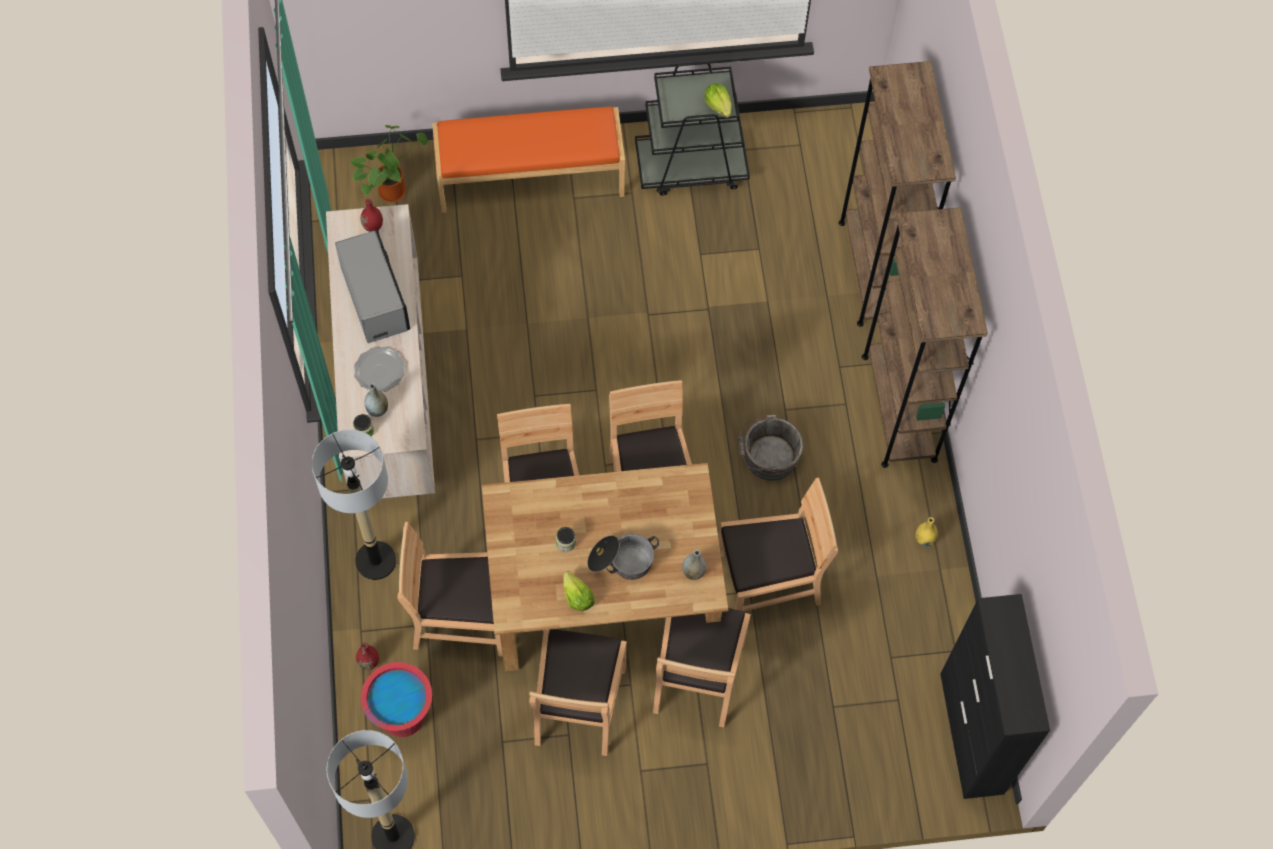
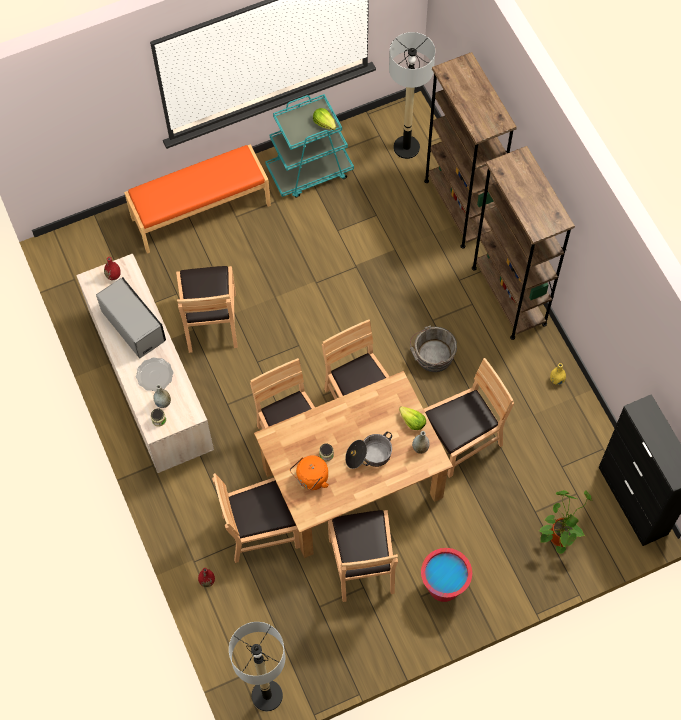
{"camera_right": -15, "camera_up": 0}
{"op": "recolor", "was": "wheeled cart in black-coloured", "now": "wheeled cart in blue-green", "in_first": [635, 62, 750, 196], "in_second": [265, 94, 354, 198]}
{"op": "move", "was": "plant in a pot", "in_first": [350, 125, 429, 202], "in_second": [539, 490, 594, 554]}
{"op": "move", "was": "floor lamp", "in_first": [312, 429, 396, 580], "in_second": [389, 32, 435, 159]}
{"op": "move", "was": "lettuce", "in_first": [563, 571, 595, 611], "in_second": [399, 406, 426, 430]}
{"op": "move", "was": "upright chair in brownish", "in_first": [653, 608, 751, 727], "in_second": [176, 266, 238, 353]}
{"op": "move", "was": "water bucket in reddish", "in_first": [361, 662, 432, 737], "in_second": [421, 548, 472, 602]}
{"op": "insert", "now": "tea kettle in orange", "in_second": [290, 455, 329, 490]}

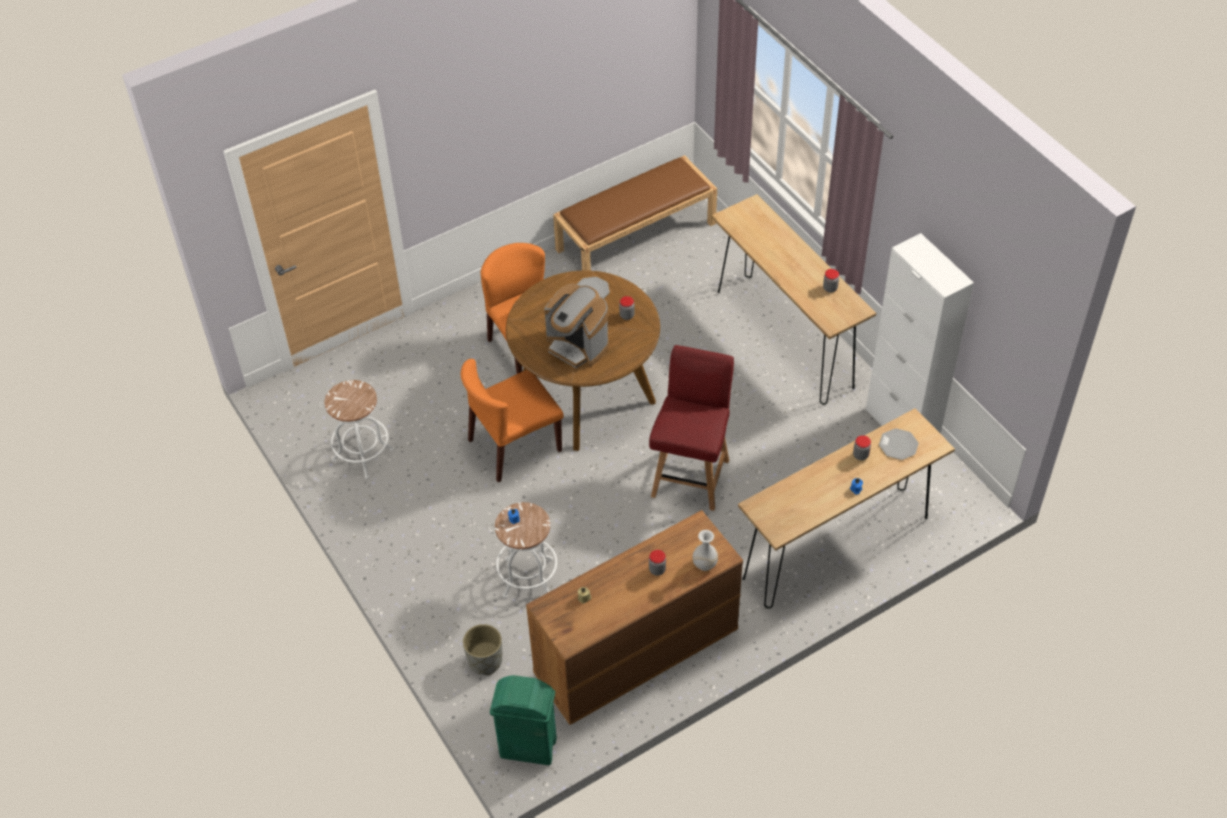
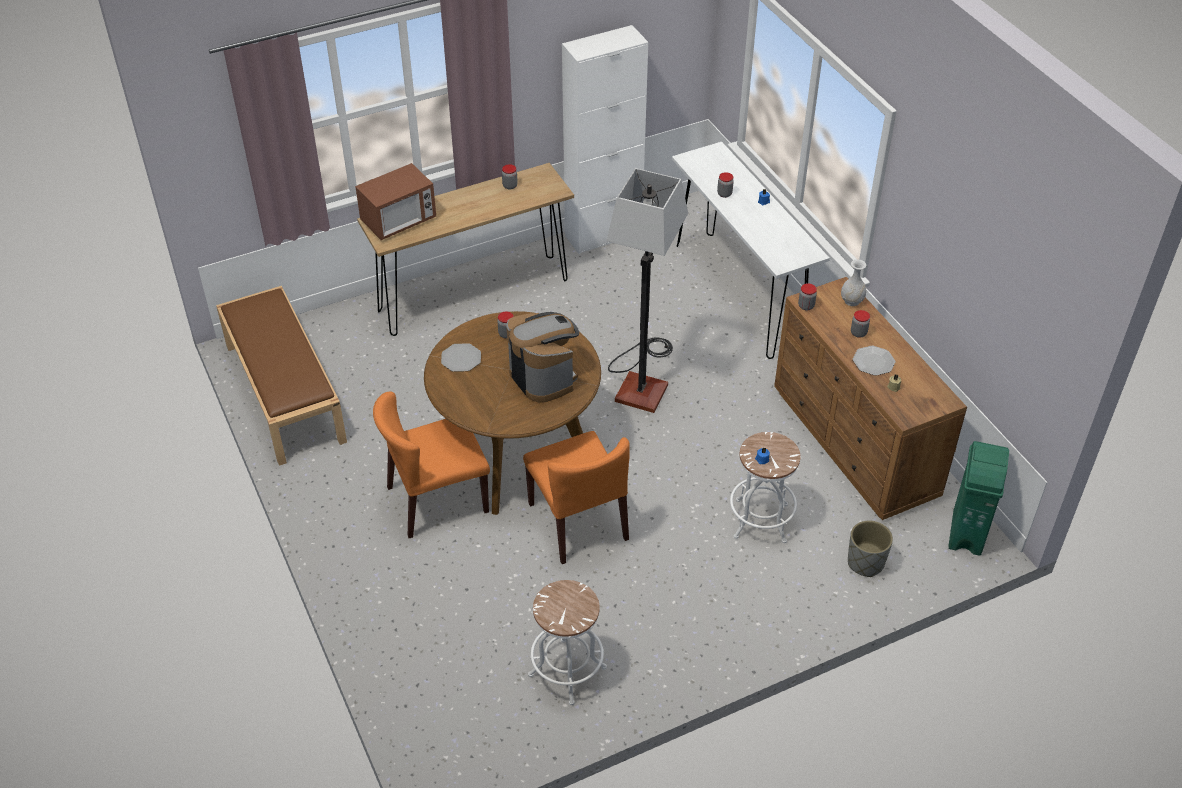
{"camera_right": -85, "camera_up": -5}
{"op": "rotate", "was": "coffee maker", "in_first": [544, 284, 609, 368], "in_second": [507, 312, 579, 403], "clockwise": -75}
{"op": "replace", "was": "upright chair in reddish", "now": "floor lamp", "in_first": [649, 345, 734, 511], "in_second": [606, 168, 688, 413]}
{"op": "recolor", "was": "narrow table in brownish", "now": "narrow table in whitish", "in_first": [738, 408, 955, 609], "in_second": [672, 142, 830, 359]}
{"op": "move", "was": "flat dish", "in_first": [879, 428, 919, 460], "in_second": [853, 346, 895, 376]}
{"op": "insert", "now": "microwave", "in_second": [355, 163, 436, 240]}
{"op": "insert", "now": "preserve jar", "in_second": [798, 283, 817, 310]}

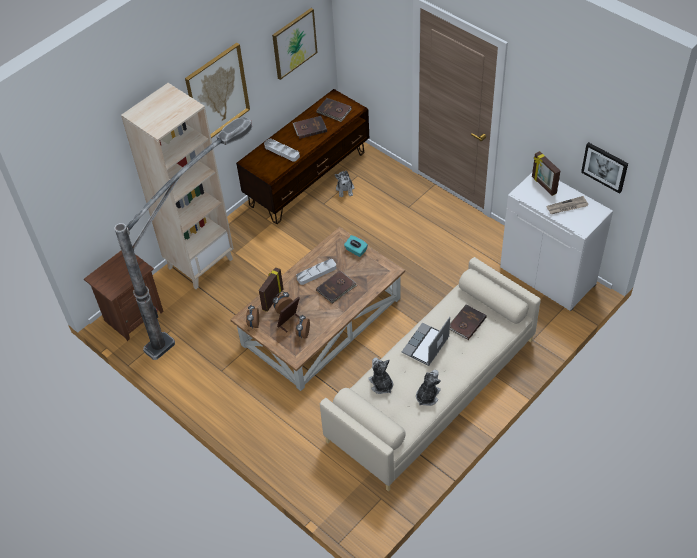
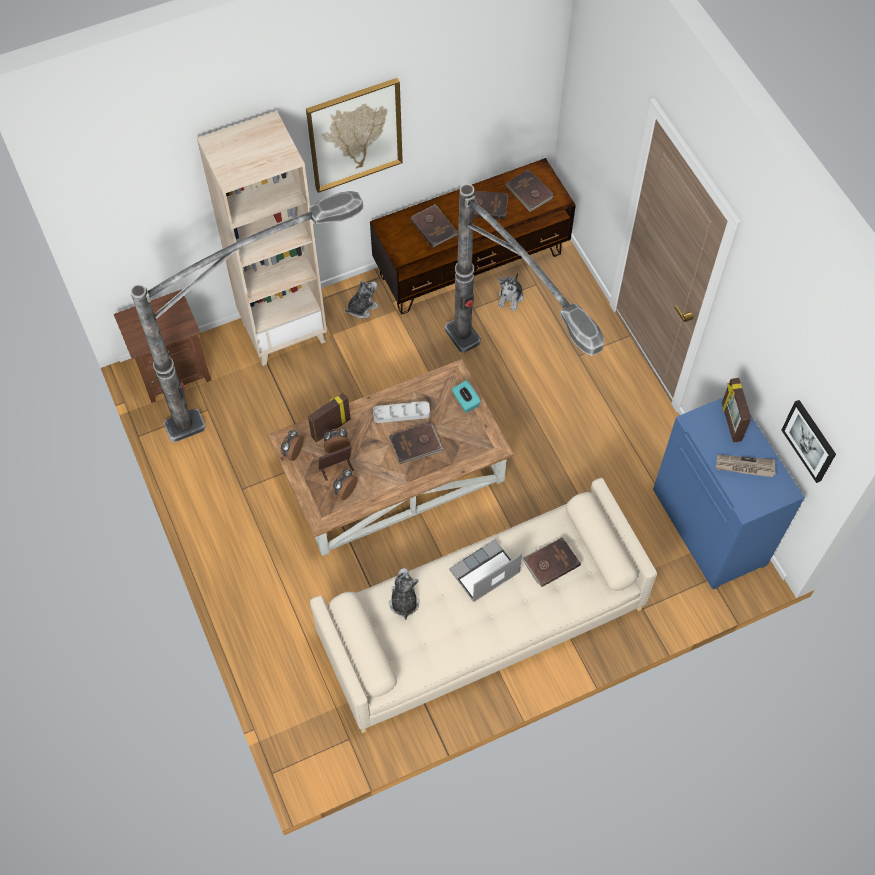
{"camera_right": 20, "camera_up": 10}
{"op": "delete", "was": "picture", "in_first": [272, 8, 317, 80]}
{"op": "replace", "was": "serving tray in gray", "now": "bound book in brownish", "in_first": [264, 139, 300, 162], "in_second": [410, 204, 458, 248]}
{"op": "recolor", "was": "cabinet in whitish", "now": "cabinet in bluish", "in_first": [500, 173, 613, 311], "in_second": [653, 397, 805, 589]}
{"op": "move", "was": "soft toy", "in_first": [416, 370, 441, 406], "in_second": [344, 280, 379, 319]}
{"op": "insert", "now": "floor lamp", "in_second": [445, 184, 604, 356]}

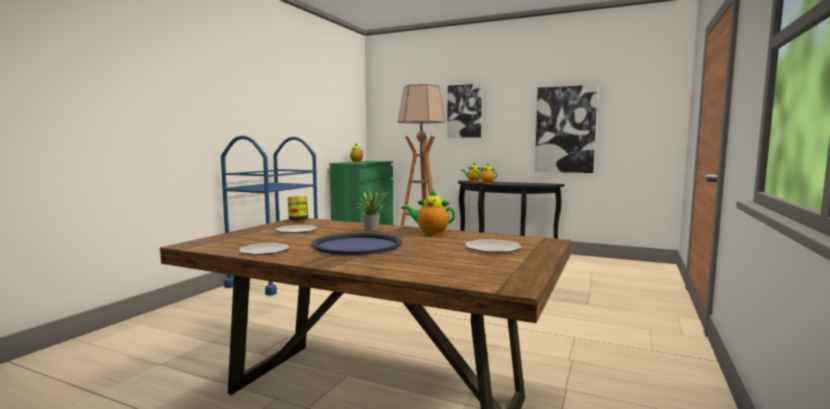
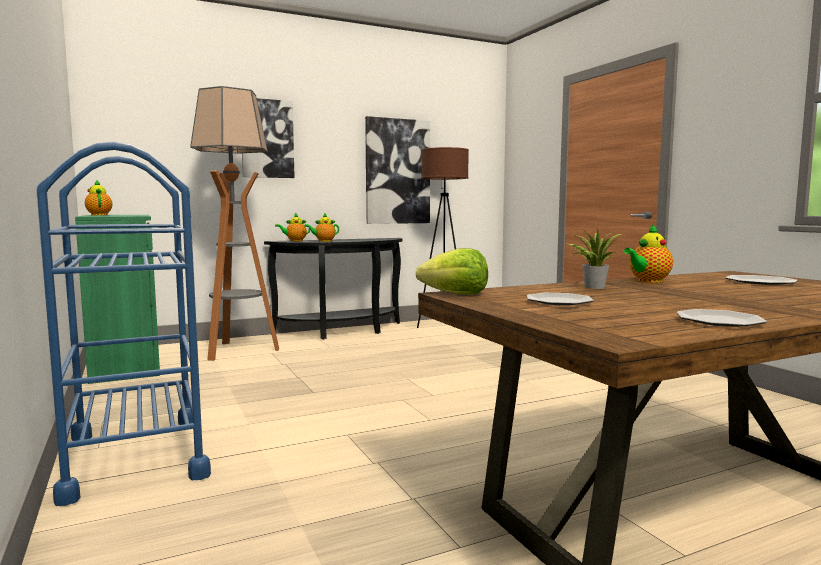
{"camera_right": -50, "camera_up": 0}
{"op": "replace", "was": "preserve jar", "now": "lettuce", "in_first": [287, 196, 308, 220], "in_second": [416, 248, 488, 295]}
{"op": "delete", "was": "serving tray in bluish", "in_first": [312, 233, 402, 255]}
{"op": "insert", "now": "floor lamp in brownish", "in_second": [417, 147, 469, 328]}

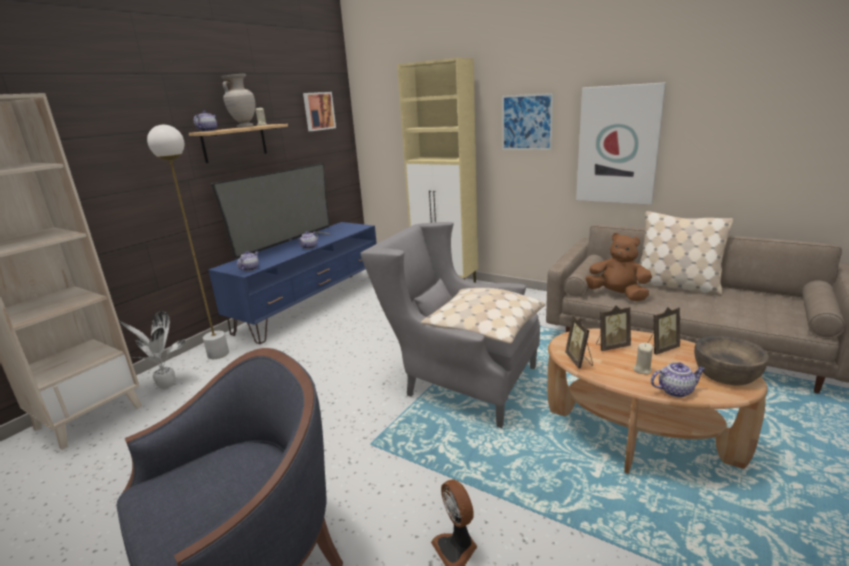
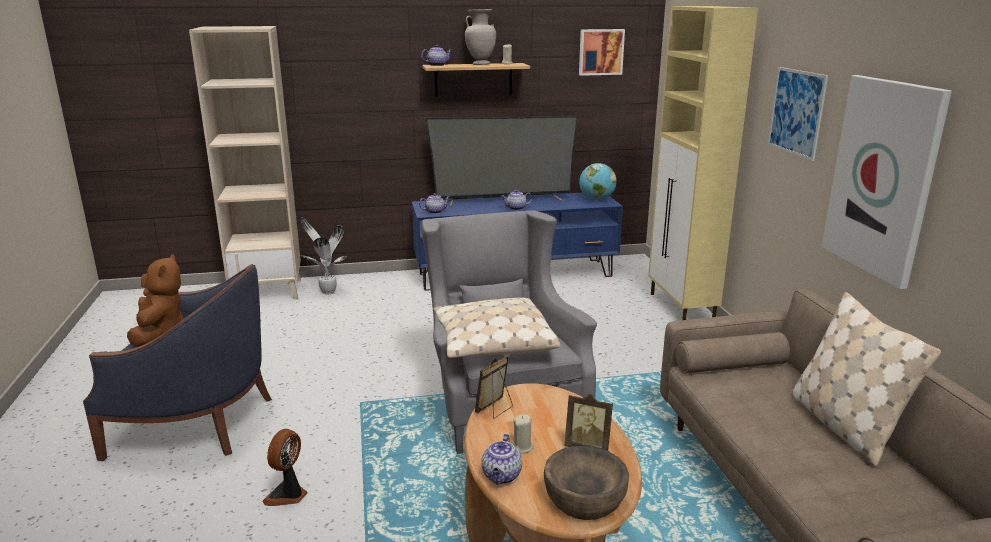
{"camera_right": 45, "camera_up": 0}
{"op": "delete", "was": "floor lamp in whitish", "in_first": [147, 125, 229, 359]}
{"op": "move", "was": "soft toy in brownish", "in_first": [585, 233, 652, 301], "in_second": [127, 254, 184, 347]}
{"op": "delete", "was": "picture frame", "in_first": [596, 306, 631, 351]}
{"op": "rotate", "was": "pot for tea", "in_first": [651, 362, 706, 397], "in_second": [481, 434, 522, 484], "clockwise": 60}
{"op": "insert", "now": "desk globe", "in_second": [579, 163, 617, 201]}

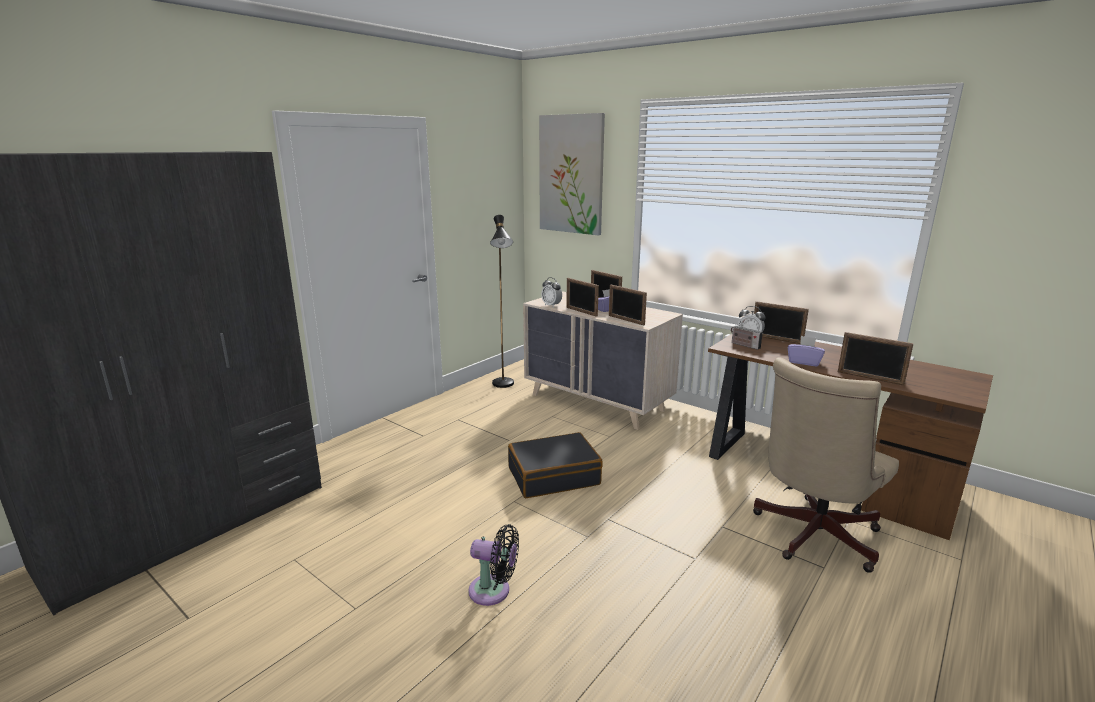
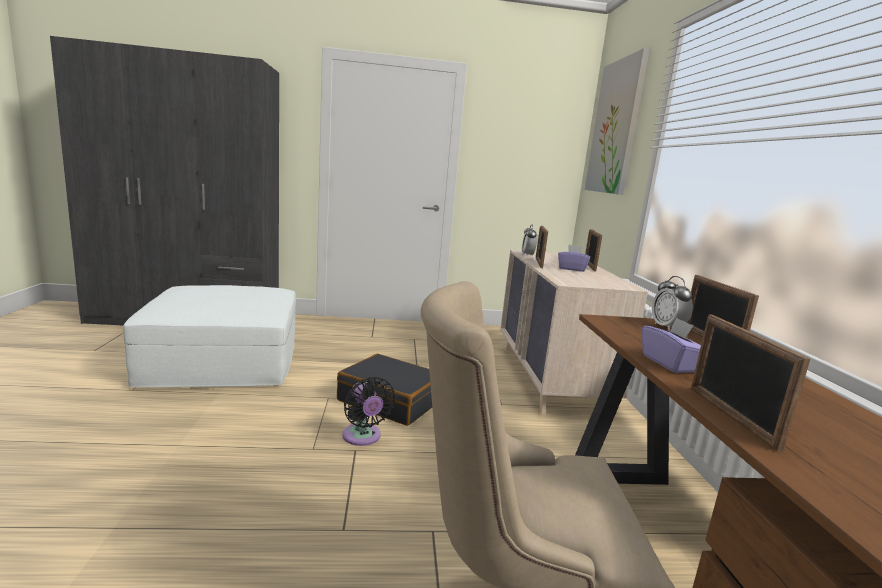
{"camera_right": 45, "camera_up": -5}
{"op": "delete", "was": "floor lamp in black-coloured", "in_first": [490, 215, 514, 388]}
{"op": "delete", "was": "picture frame", "in_first": [609, 285, 647, 325]}
{"op": "delete", "was": "radio receiver", "in_first": [731, 319, 763, 350]}
{"op": "move", "was": "fan in black-coloured", "in_first": [468, 524, 519, 606], "in_second": [343, 377, 395, 446]}
{"op": "insert", "now": "ottoman in whitish", "in_second": [123, 285, 296, 387]}

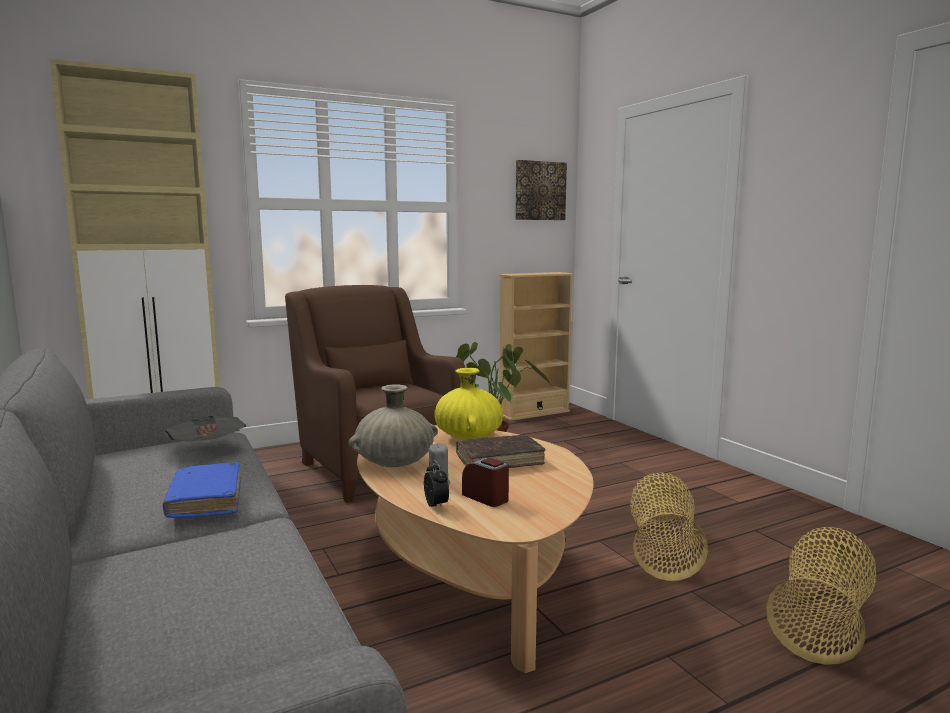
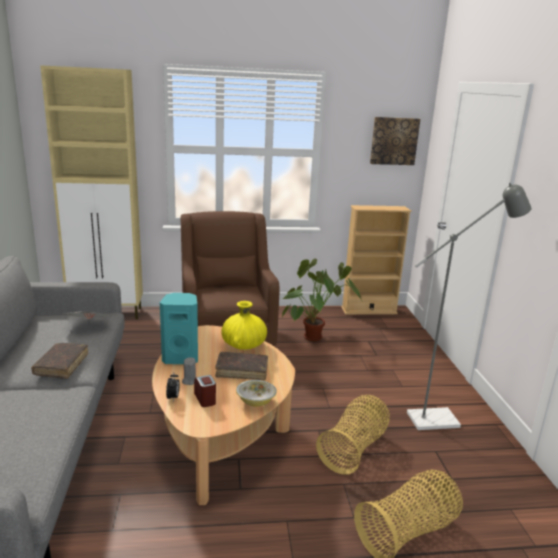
{"camera_right": 20, "camera_up": 10}
{"op": "replace", "was": "vase in sand-coloured", "now": "loudspeaker in blue-green", "in_first": [349, 385, 438, 467], "in_second": [160, 293, 198, 364]}
{"op": "recolor", "was": "bound book in bluish", "now": "bound book in brownish", "in_first": [163, 462, 241, 518], "in_second": [31, 343, 88, 379]}
{"op": "insert", "now": "floor lamp in gray", "in_second": [407, 183, 532, 430]}
{"op": "insert", "now": "bowl", "in_second": [236, 380, 277, 407]}

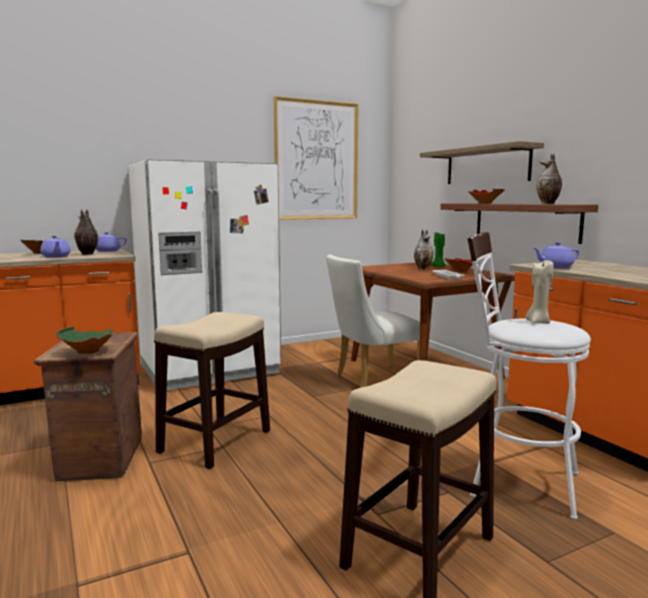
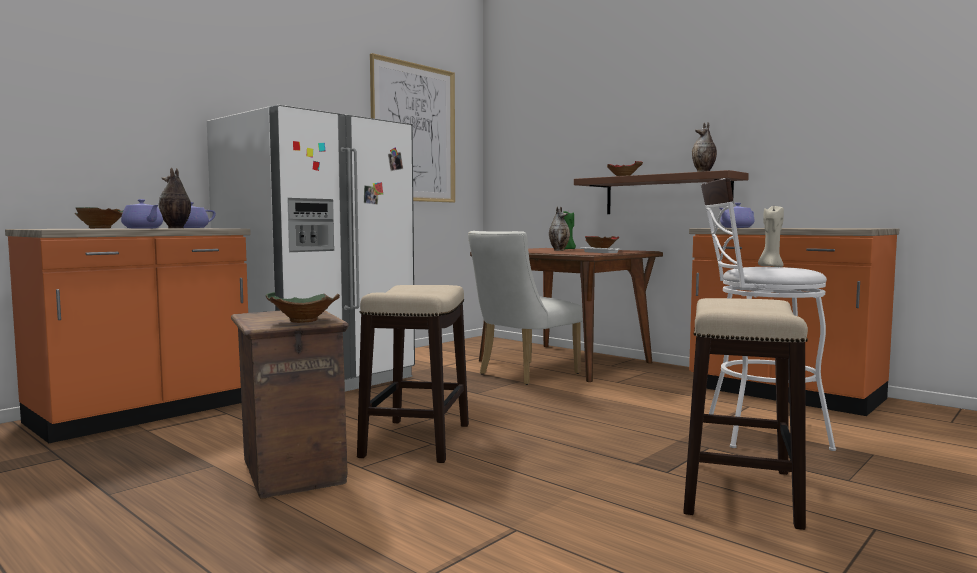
{"camera_right": -20, "camera_up": -5}
{"op": "delete", "was": "bracket shelf", "in_first": [420, 141, 544, 184]}

